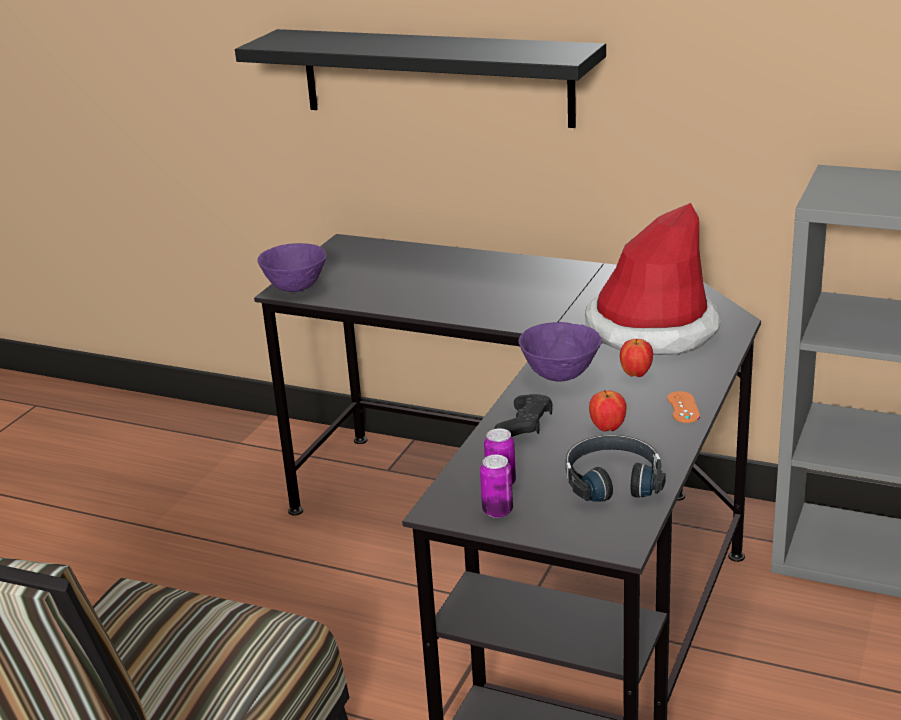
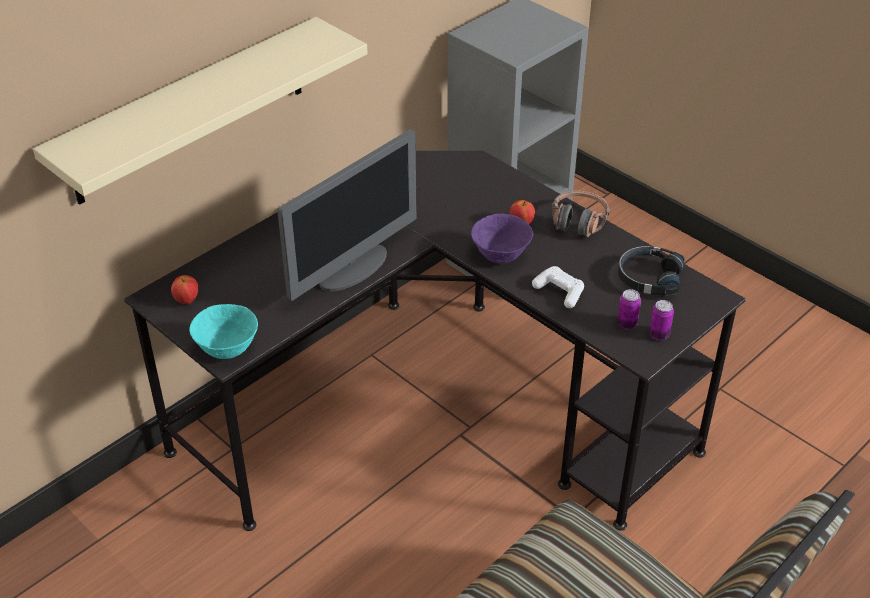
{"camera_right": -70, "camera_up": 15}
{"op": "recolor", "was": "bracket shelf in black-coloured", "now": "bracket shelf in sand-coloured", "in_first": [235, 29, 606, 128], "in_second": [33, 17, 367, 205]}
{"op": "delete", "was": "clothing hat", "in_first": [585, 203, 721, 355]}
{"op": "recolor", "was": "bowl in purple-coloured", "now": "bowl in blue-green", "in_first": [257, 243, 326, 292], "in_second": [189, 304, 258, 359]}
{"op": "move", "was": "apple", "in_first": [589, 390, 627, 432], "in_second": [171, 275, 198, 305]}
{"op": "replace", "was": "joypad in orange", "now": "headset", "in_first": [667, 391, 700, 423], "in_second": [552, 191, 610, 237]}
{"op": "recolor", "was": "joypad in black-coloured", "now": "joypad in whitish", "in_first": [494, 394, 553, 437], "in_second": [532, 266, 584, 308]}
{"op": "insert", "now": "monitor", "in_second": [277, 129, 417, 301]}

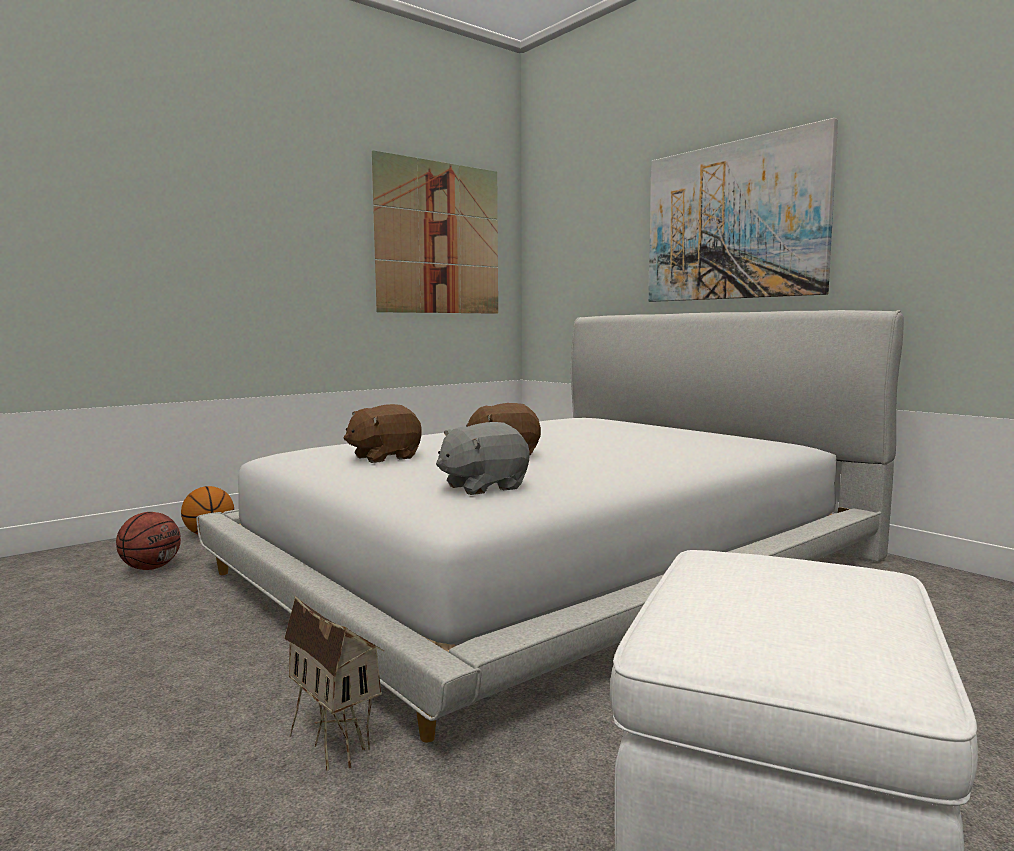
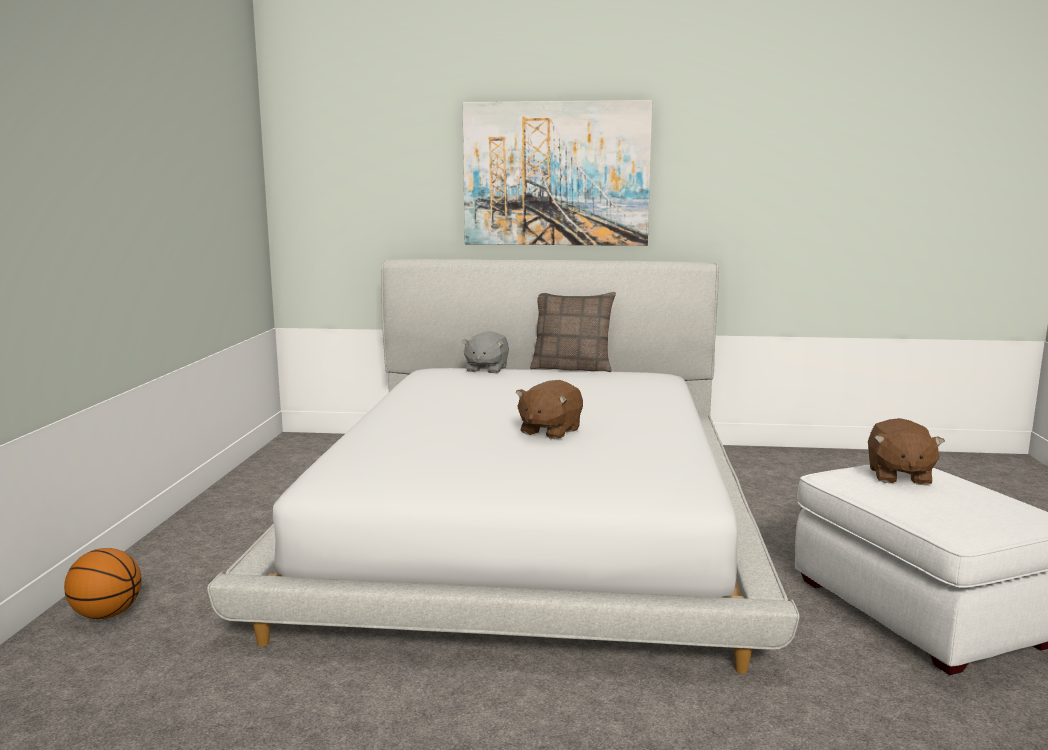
{"camera_right": -45, "camera_up": 5}
{"op": "delete", "was": "picture", "in_first": [372, 150, 498, 314]}
{"op": "move", "was": "soft toy in brownish", "in_first": [344, 404, 422, 463], "in_second": [868, 418, 945, 485]}
{"op": "move", "was": "soft toy in gray", "in_first": [436, 422, 530, 495], "in_second": [461, 331, 509, 373]}
{"op": "delete", "was": "basketball", "in_first": [116, 512, 181, 570]}
{"op": "delete", "was": "model house", "in_first": [284, 596, 384, 771]}
{"op": "insert", "now": "cushion", "in_second": [530, 292, 616, 372]}

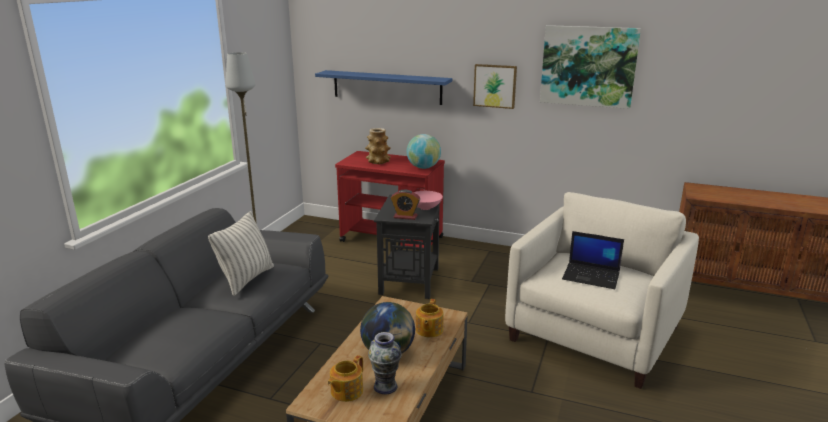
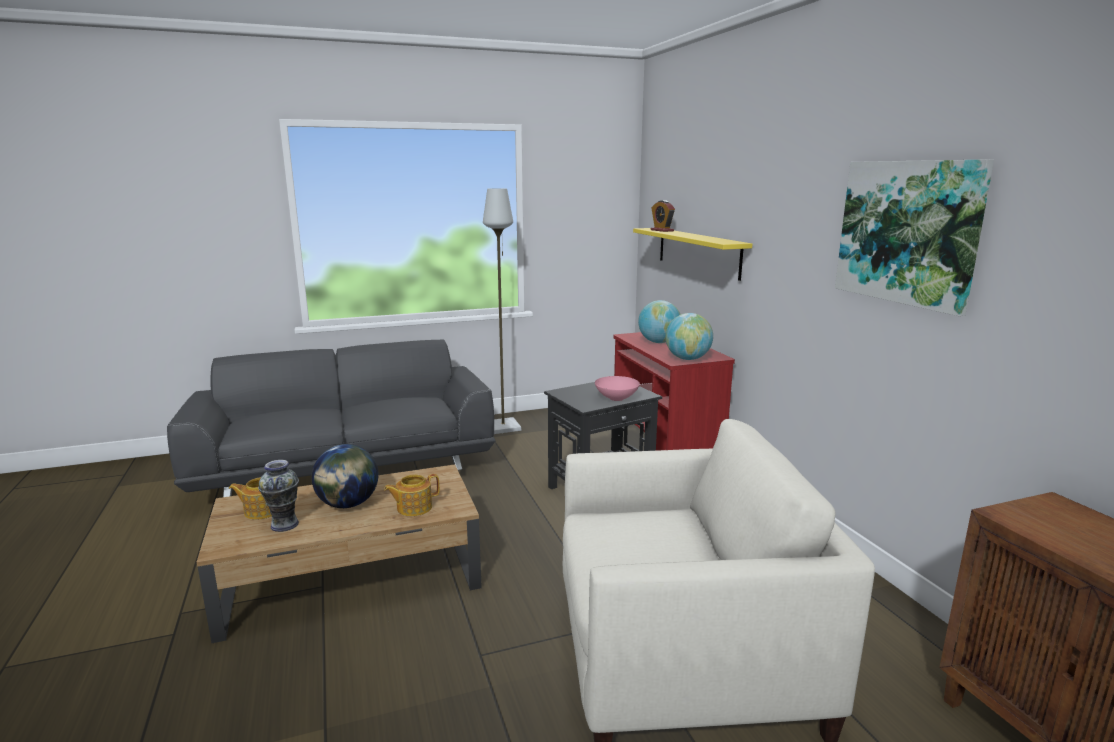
{"camera_right": 50, "camera_up": -5}
{"op": "delete", "was": "picture", "in_first": [473, 64, 517, 109]}
{"op": "recolor", "was": "bracket shelf in bluish", "now": "bracket shelf in yellow-coloured", "in_first": [315, 70, 452, 105], "in_second": [633, 228, 752, 281]}
{"op": "replace", "was": "vase", "now": "desk globe", "in_first": [365, 128, 391, 164], "in_second": [638, 300, 680, 343]}
{"op": "move", "was": "alarm clock", "in_first": [391, 190, 420, 220], "in_second": [650, 200, 675, 232]}
{"op": "delete", "was": "cushion", "in_first": [208, 211, 274, 296]}
{"op": "delete", "was": "notebook computer", "in_first": [562, 231, 624, 289]}

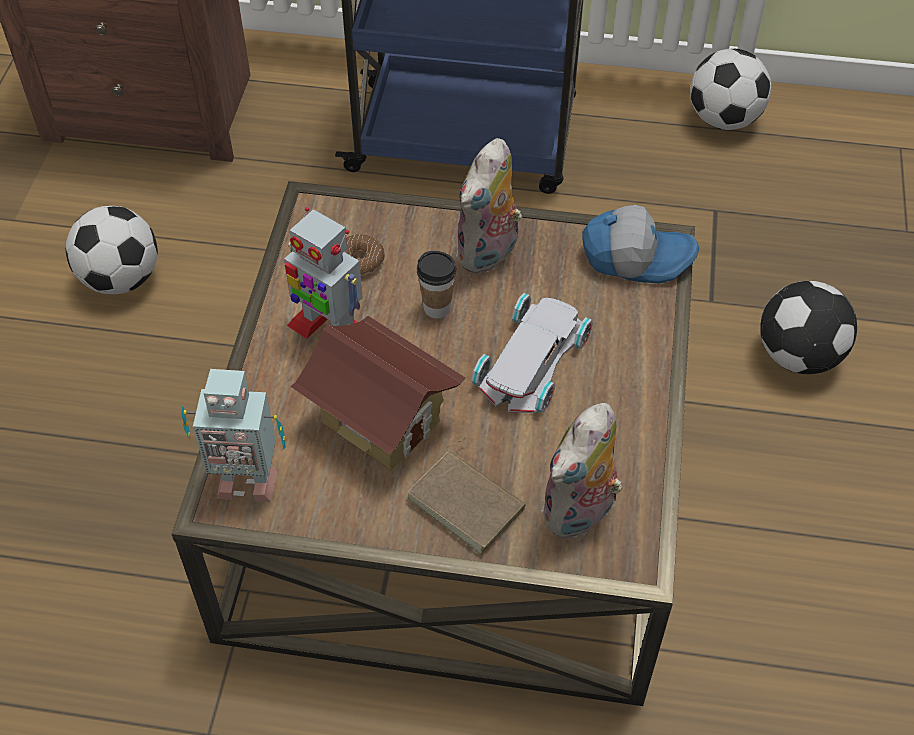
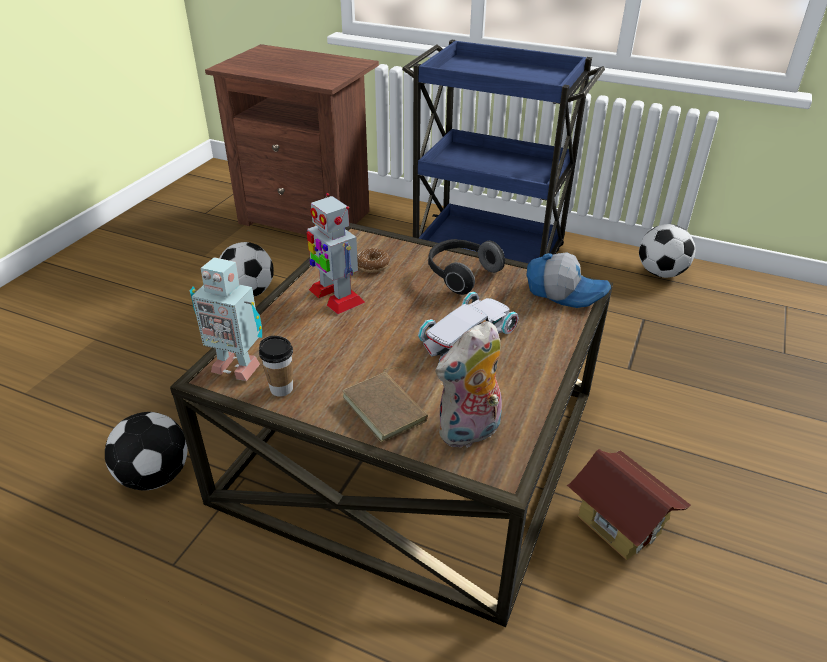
{"camera_right": 15, "camera_up": -15}
{"op": "replace", "was": "soft toy", "now": "headset", "in_first": [456, 138, 522, 274], "in_second": [428, 239, 505, 295]}
{"op": "move", "was": "drinking cup", "in_first": [417, 251, 456, 318], "in_second": [259, 336, 293, 397]}
{"op": "move", "was": "ball for football", "in_first": [760, 281, 857, 374], "in_second": [105, 412, 188, 490]}
{"op": "move", "was": "model house", "in_first": [290, 316, 465, 471], "in_second": [567, 449, 691, 561]}

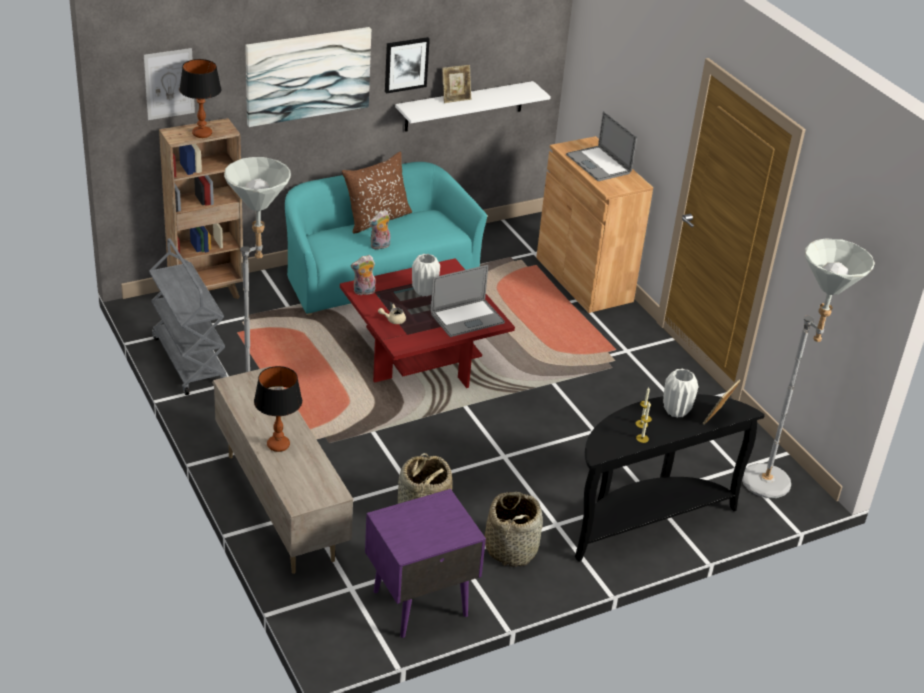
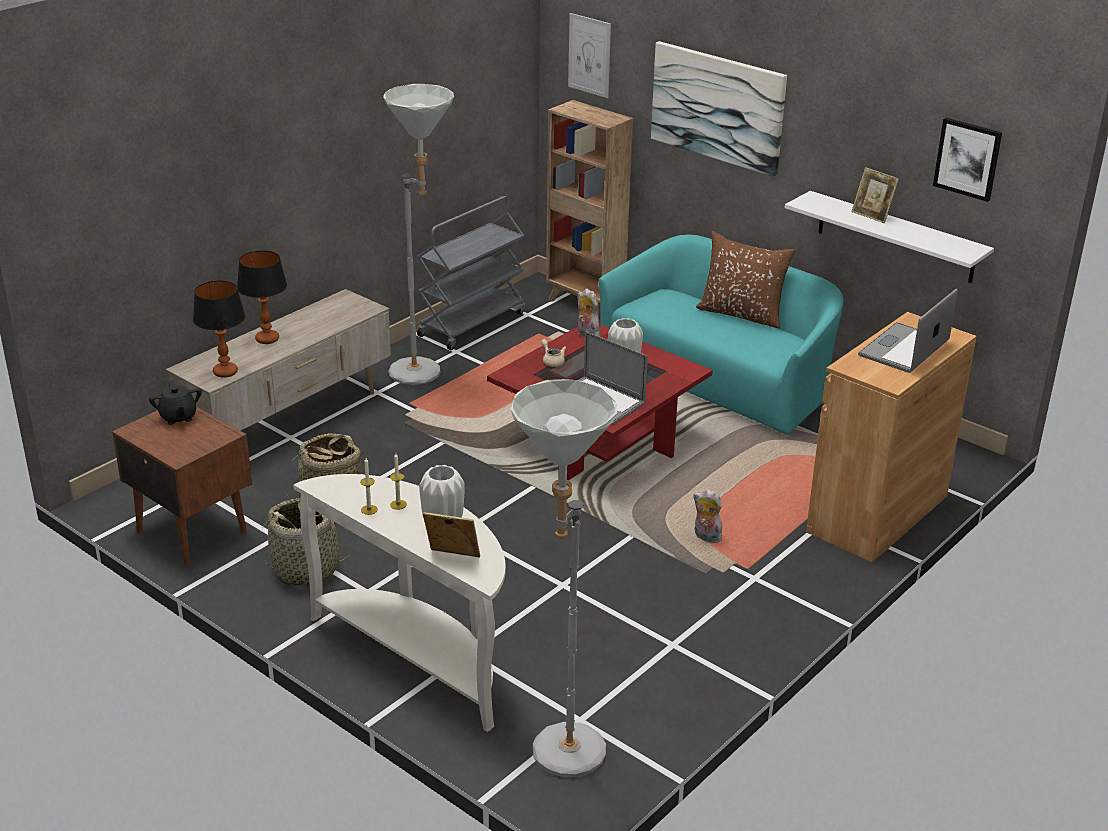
{"camera_right": 70, "camera_up": -5}
{"op": "move", "was": "picture", "in_first": [385, 37, 430, 94], "in_second": [933, 118, 1002, 202]}
{"op": "move", "was": "lamp for a table", "in_first": [179, 59, 221, 138], "in_second": [193, 280, 246, 378]}
{"op": "move", "was": "soft toy", "in_first": [369, 210, 390, 250], "in_second": [693, 489, 722, 543]}
{"op": "recolor", "was": "narrow table in black-coloured", "now": "narrow table in whitish", "in_first": [575, 394, 765, 562], "in_second": [293, 474, 506, 732]}
{"op": "recolor", "was": "nightstand in purple-coloured", "now": "nightstand in brownish", "in_first": [365, 489, 486, 638], "in_second": [112, 406, 252, 565]}
{"op": "insert", "now": "pot for tea in black-coloured", "in_second": [149, 381, 202, 425]}

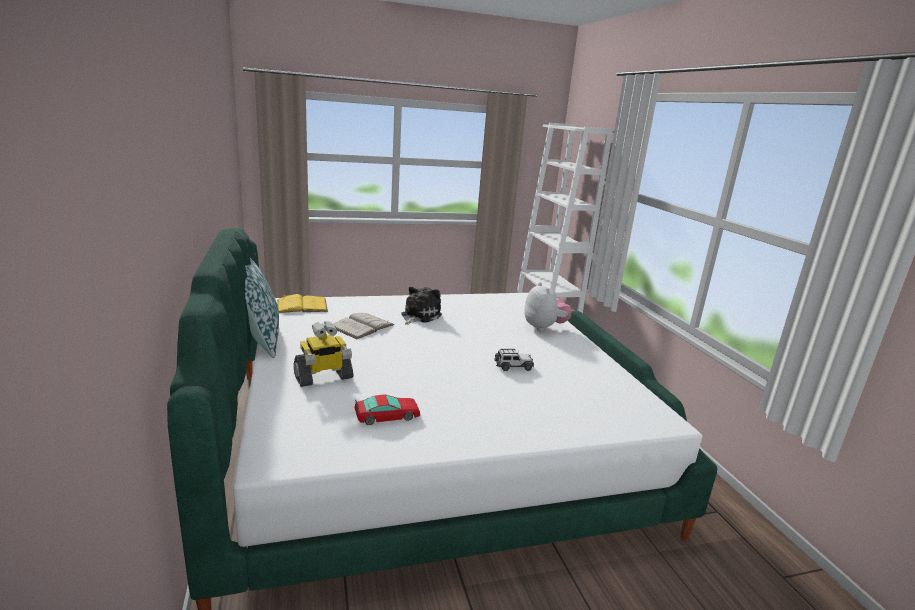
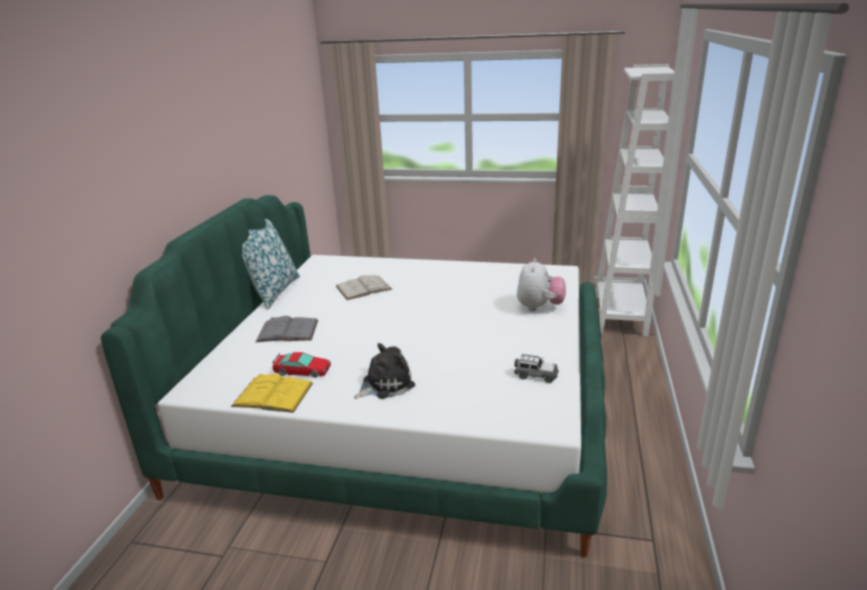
{"camera_right": 30, "camera_up": 5}
{"op": "move", "was": "soft toy", "in_first": [401, 287, 442, 325], "in_second": [354, 343, 415, 399]}
{"op": "move", "was": "bound book in yellow-coloured", "in_first": [277, 294, 328, 313], "in_second": [231, 374, 313, 413]}
{"op": "replace", "was": "model robot", "now": "bound book in gray", "in_first": [294, 321, 353, 387], "in_second": [256, 316, 318, 342]}
{"op": "move", "was": "miniature car", "in_first": [494, 349, 534, 371], "in_second": [514, 354, 559, 383]}

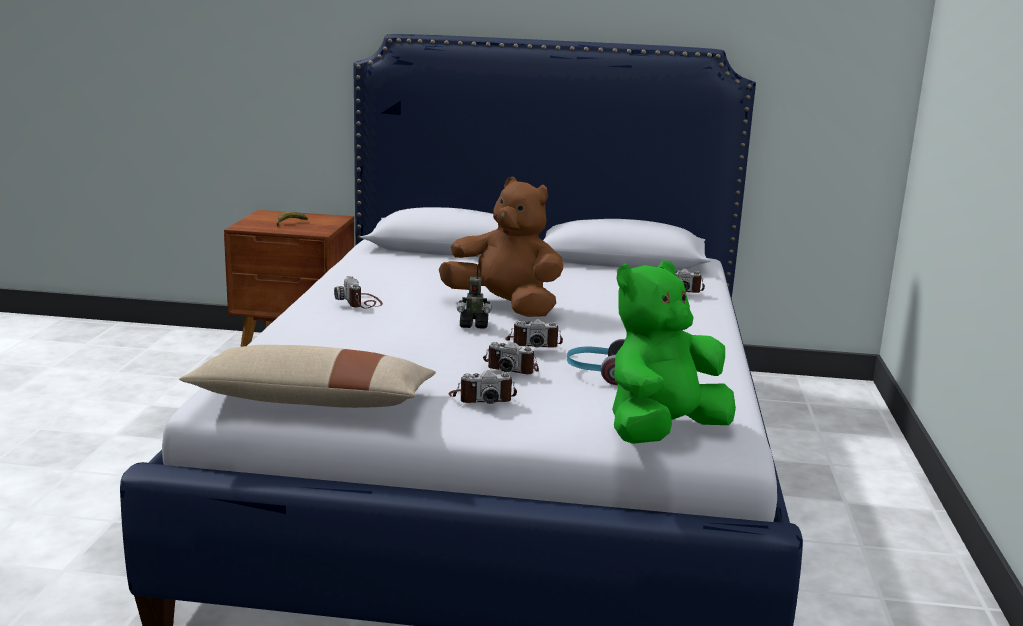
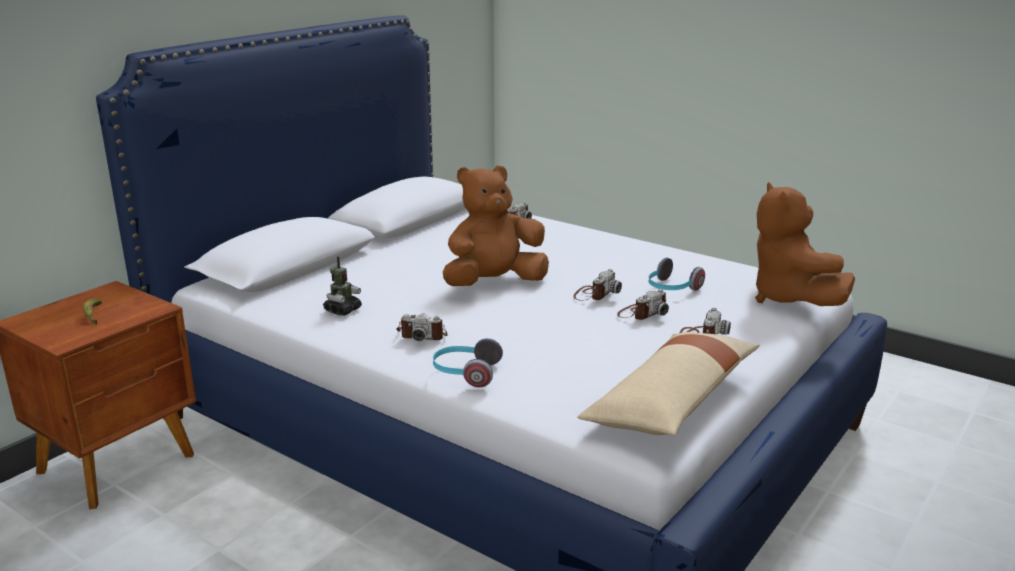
{"camera_right": -60, "camera_up": 5}
{"op": "recolor", "was": "soft toy in greenish", "now": "soft toy in brownish", "in_first": [612, 260, 736, 444], "in_second": [755, 182, 855, 306]}
{"op": "move", "was": "model robot", "in_first": [457, 266, 492, 329], "in_second": [323, 256, 362, 316]}
{"op": "insert", "now": "headset", "in_second": [433, 338, 503, 387]}

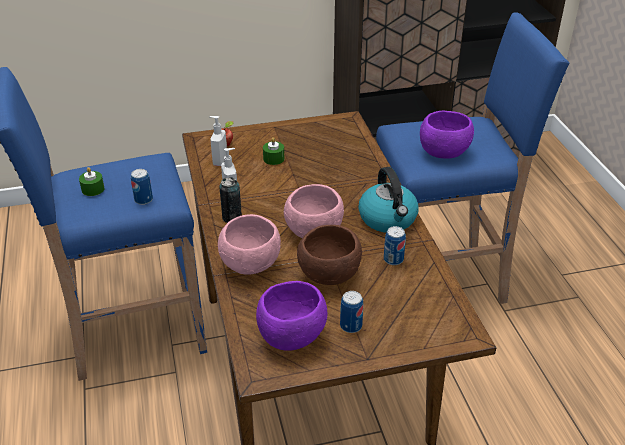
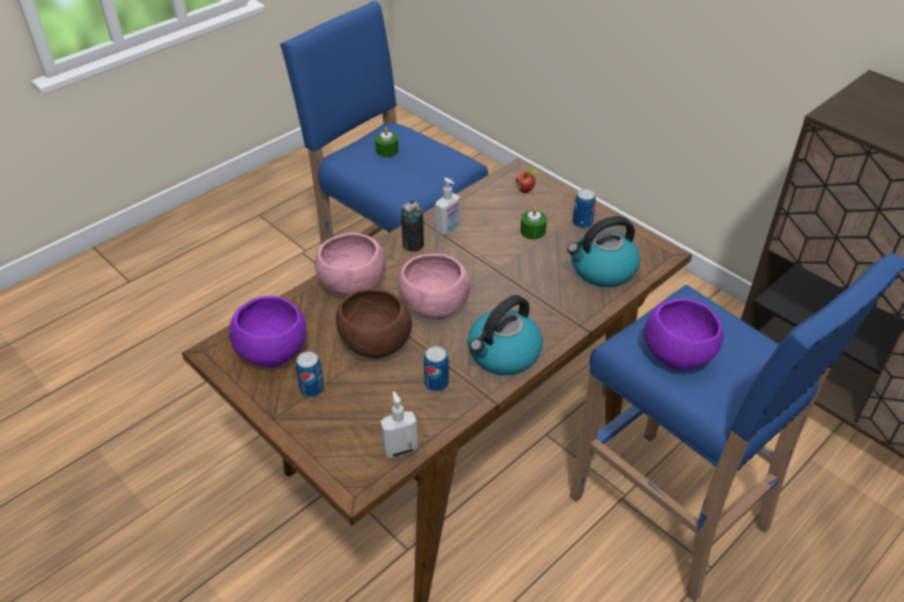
{"camera_right": 60, "camera_up": 5}
{"op": "move", "was": "liquid soap bottle", "in_first": [209, 116, 227, 166], "in_second": [380, 391, 418, 458]}
{"op": "move", "was": "can", "in_first": [131, 169, 153, 205], "in_second": [573, 189, 596, 229]}
{"op": "insert", "now": "tea kettle", "in_second": [567, 216, 640, 287]}

